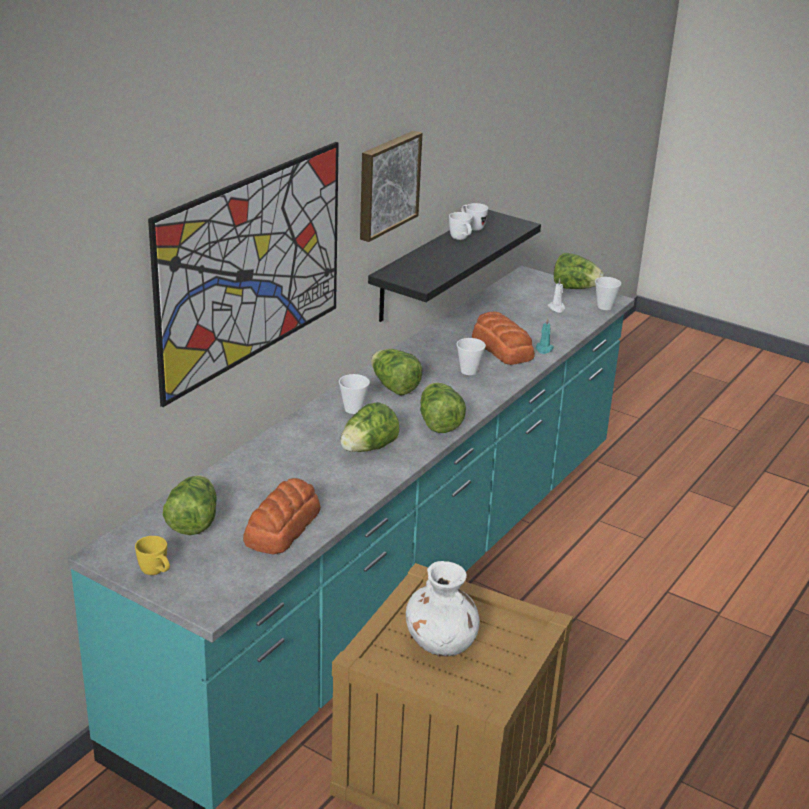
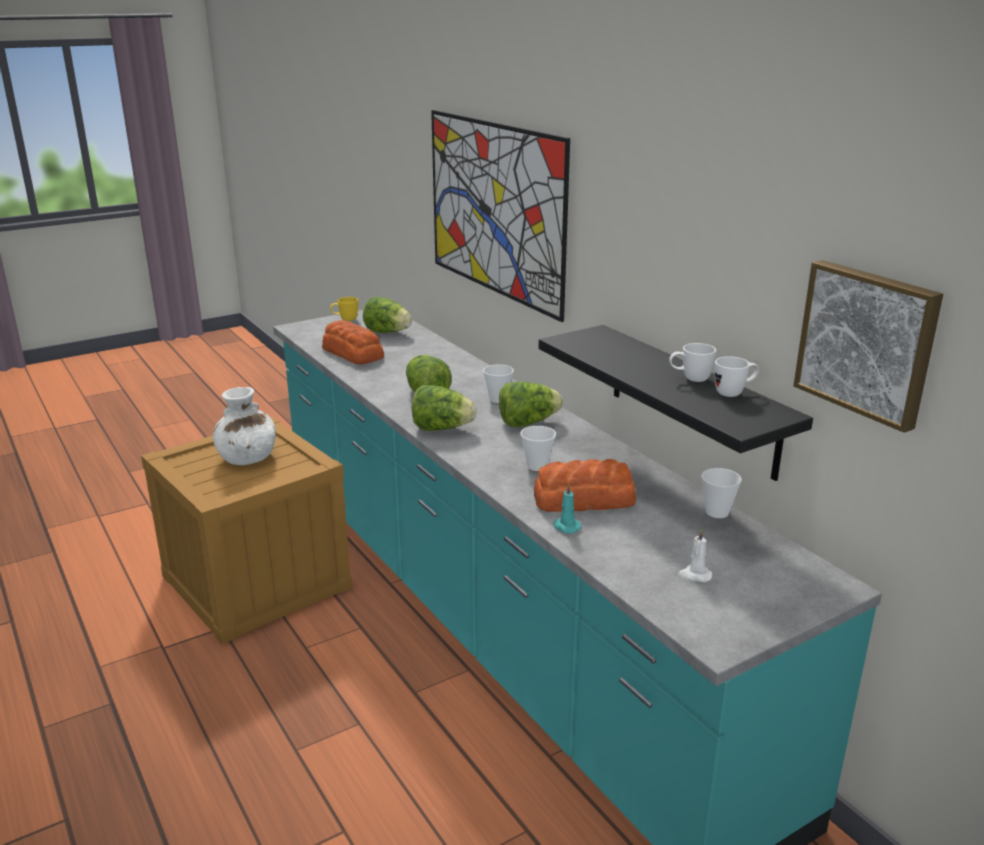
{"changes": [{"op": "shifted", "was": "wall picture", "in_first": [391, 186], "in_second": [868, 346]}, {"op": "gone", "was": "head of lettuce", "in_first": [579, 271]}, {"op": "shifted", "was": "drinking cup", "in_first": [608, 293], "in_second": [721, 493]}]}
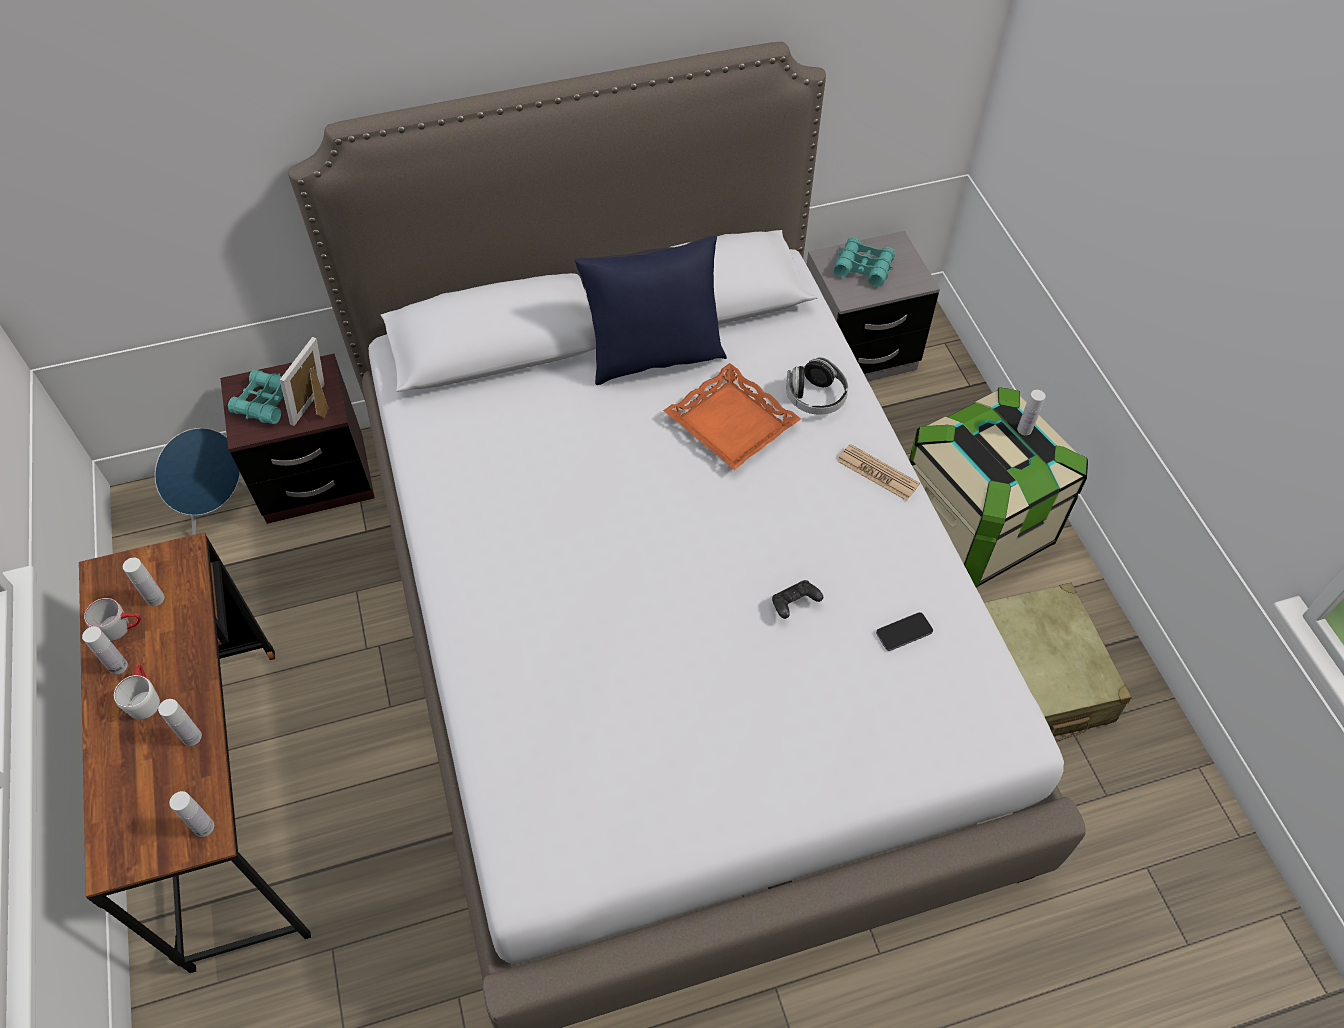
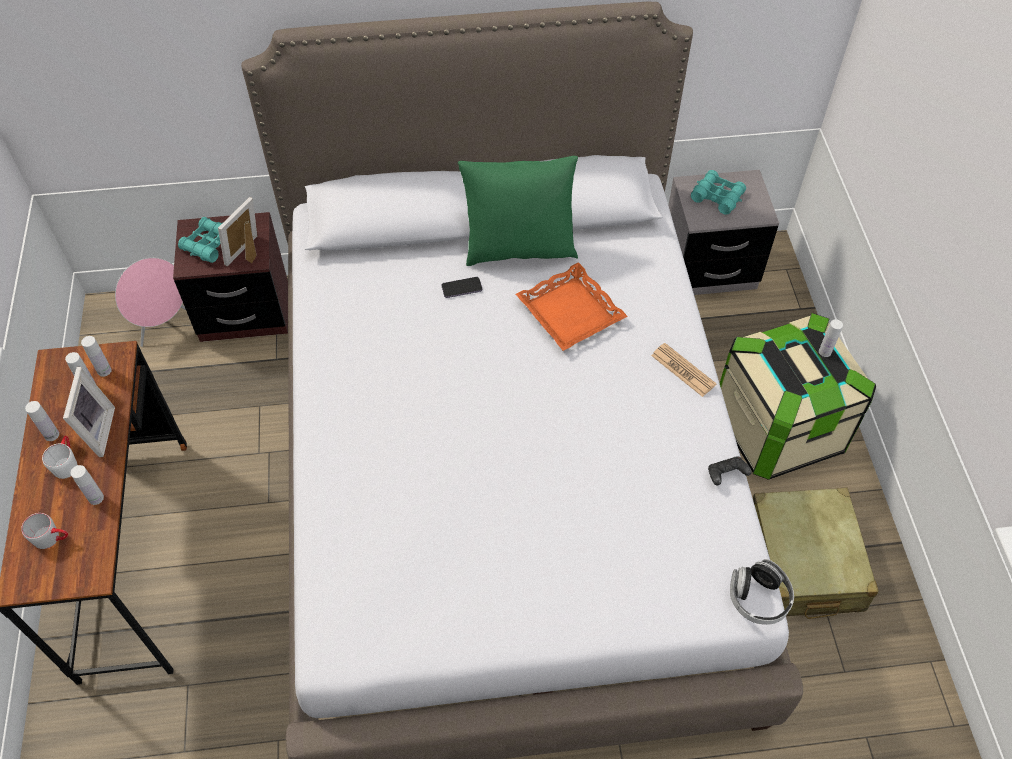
{"changes": [{"op": "shifted", "was": "mug in gray", "in_first": [112, 619], "in_second": [44, 531]}, {"op": "repainted", "was": "audio speaker in bluish", "now": "audio speaker in pink-coloured", "in_first": [202, 481], "in_second": [150, 302]}, {"op": "shifted", "was": "bottle in white", "in_first": [191, 814], "in_second": [96, 356]}, {"op": "repainted", "was": "cushion in bluish", "now": "cushion in green", "in_first": [651, 310], "in_second": [518, 211]}, {"op": "shifted", "was": "game controller in black", "in_first": [797, 599], "in_second": [730, 470]}, {"op": "shifted", "was": "headset", "in_first": [817, 386], "in_second": [762, 592]}, {"op": "shifted", "was": "phone", "in_first": [904, 631], "in_second": [461, 287]}, {"op": "new", "now": "picture frame", "in_second": [89, 412]}]}
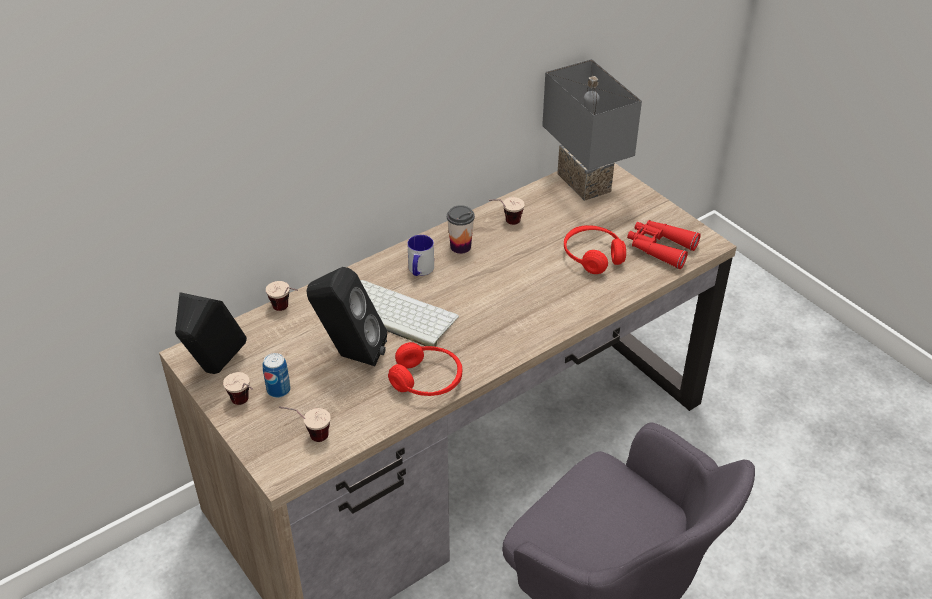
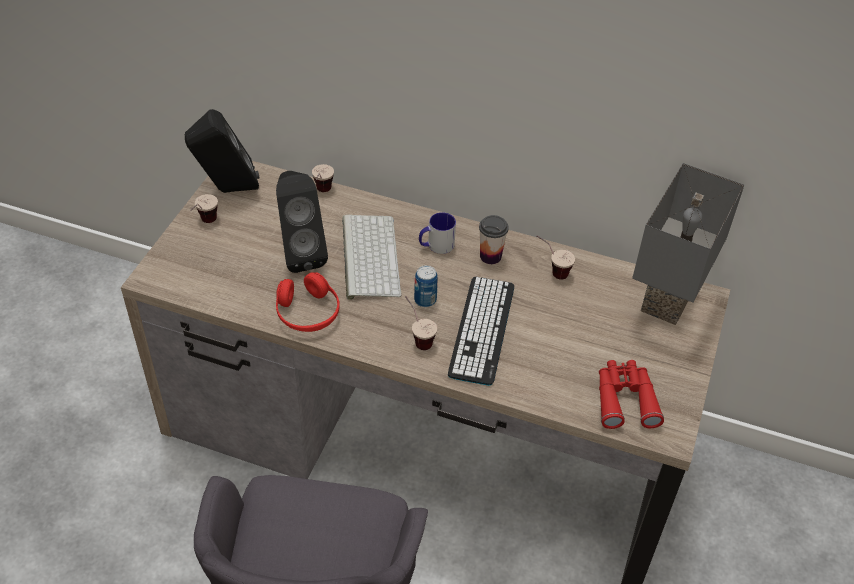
{"changes": [{"op": "shifted", "was": "metal can", "in_first": [277, 375], "in_second": [426, 286]}, {"op": "shifted", "was": "drinking cup", "in_first": [305, 424], "in_second": [421, 323]}, {"op": "gone", "was": "headset in red", "in_first": [595, 249]}, {"op": "new", "now": "PC keyboard", "in_second": [481, 331]}]}
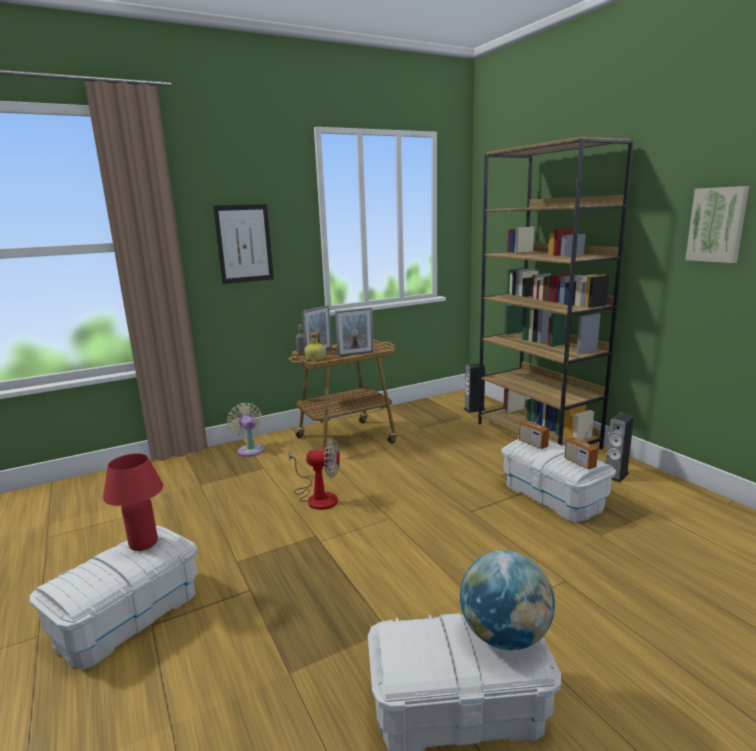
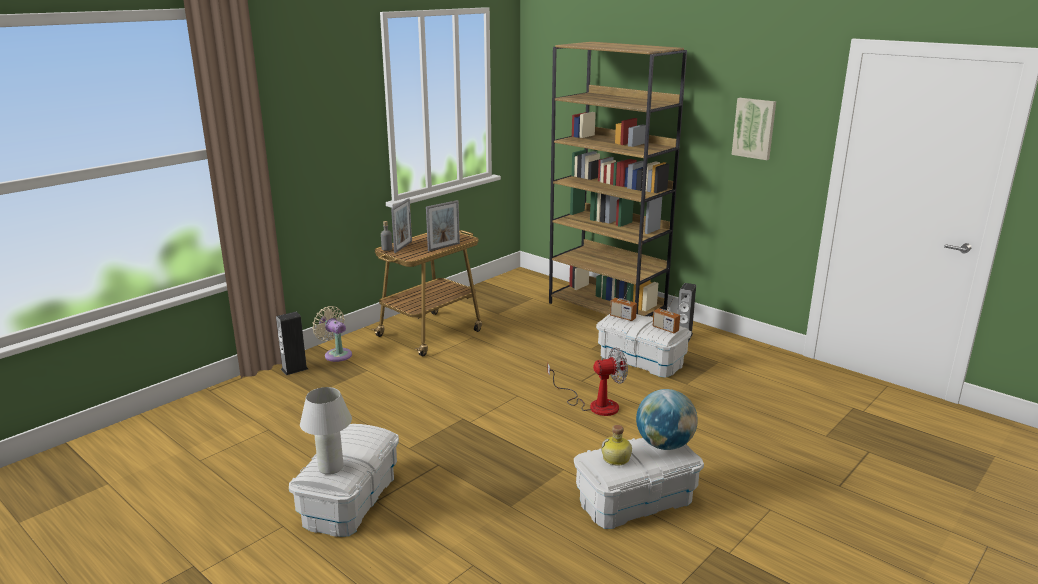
{"changes": [{"op": "gone", "was": "lamp for a table in red", "in_first": [133, 502]}, {"op": "gone", "was": "wall picture", "in_first": [243, 244]}, {"op": "shifted", "was": "cooling fan", "in_first": [314, 474], "in_second": [587, 381]}, {"op": "shifted", "was": "bottle", "in_first": [315, 346], "in_second": [616, 445]}, {"op": "shifted", "was": "audio speaker", "in_first": [475, 388], "in_second": [292, 343]}, {"op": "new", "now": "lamp for a table in white", "in_second": [326, 431]}]}
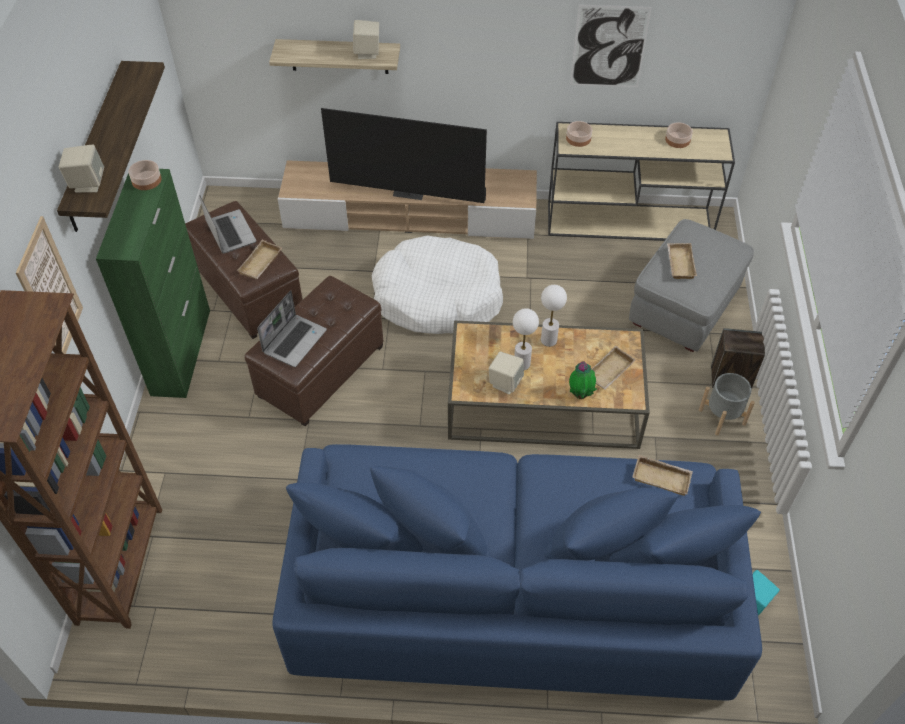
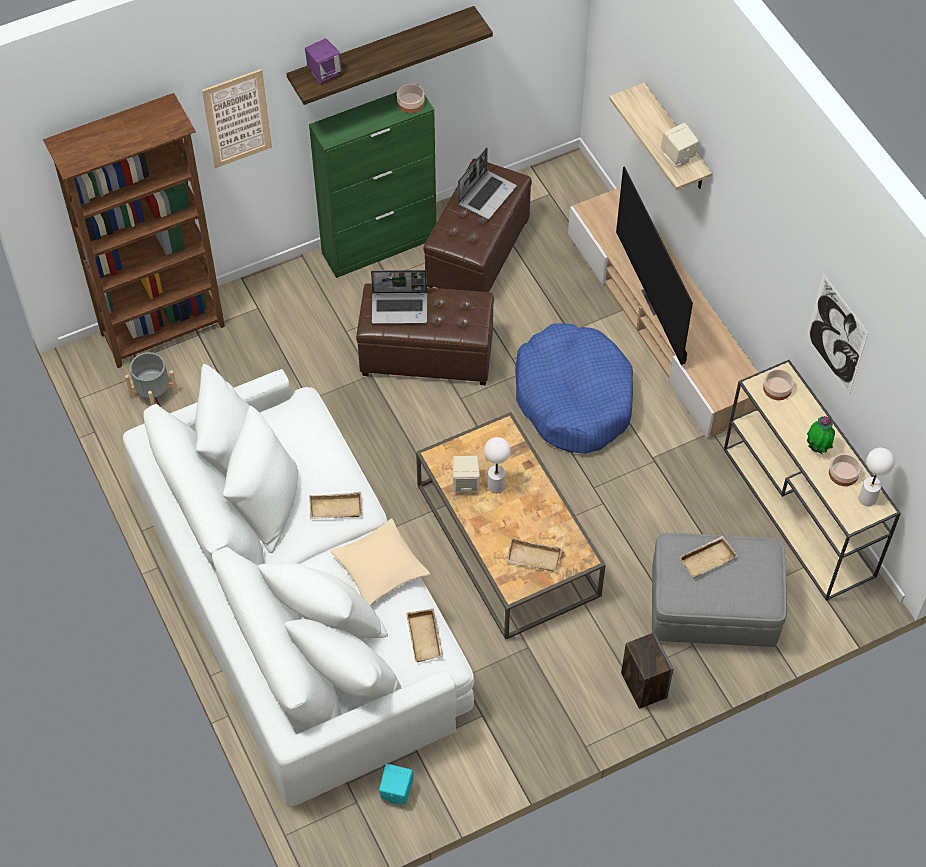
{"changes": [{"op": "repainted", "was": "audio speaker in sand-coloured", "now": "audio speaker in purple-coloured", "in_first": [81, 169], "in_second": [323, 61]}, {"op": "shifted", "was": "carrying tray in sand-coloured", "in_first": [259, 259], "in_second": [335, 505]}, {"op": "repainted", "was": "settee in bluish", "now": "settee in white", "in_first": [517, 572], "in_second": [298, 585]}, {"op": "repainted", "was": "dog bed in white", "now": "dog bed in bluish", "in_first": [437, 285], "in_second": [574, 388]}, {"op": "shifted", "was": "lamp for a table in white", "in_first": [554, 316], "in_second": [877, 477]}, {"op": "shifted", "was": "plant in a pot", "in_first": [583, 380], "in_second": [820, 435]}, {"op": "shifted", "was": "flower pot in gray", "in_first": [727, 404], "in_second": [151, 379]}, {"op": "new", "now": "cushion in sand-coloured", "in_second": [380, 562]}]}
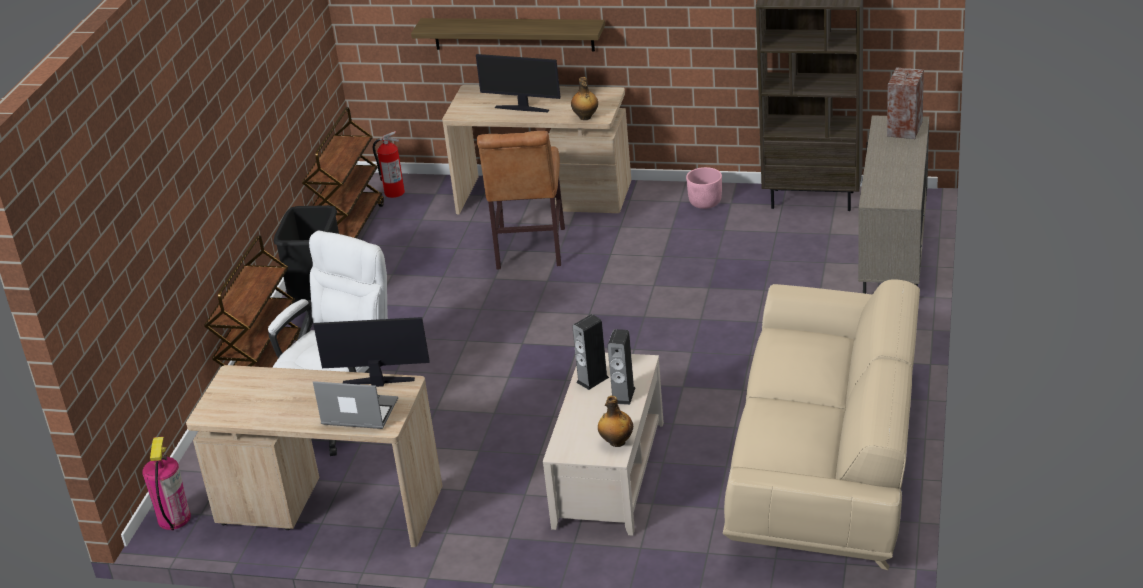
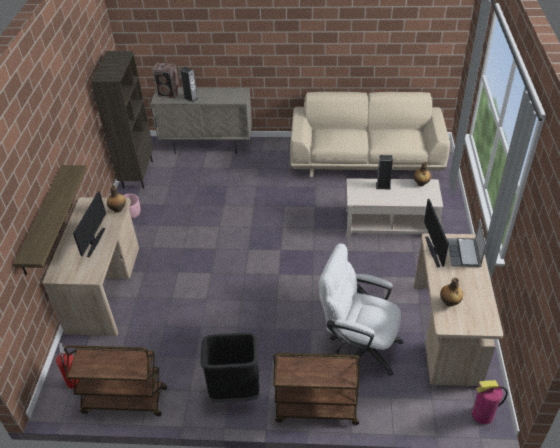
{"changes": [{"op": "gone", "was": "upright chair in brown", "in_first": [521, 200]}, {"op": "shifted", "was": "audio speaker", "in_first": [590, 352], "in_second": [189, 84]}, {"op": "new", "now": "bottle", "in_second": [451, 292]}]}
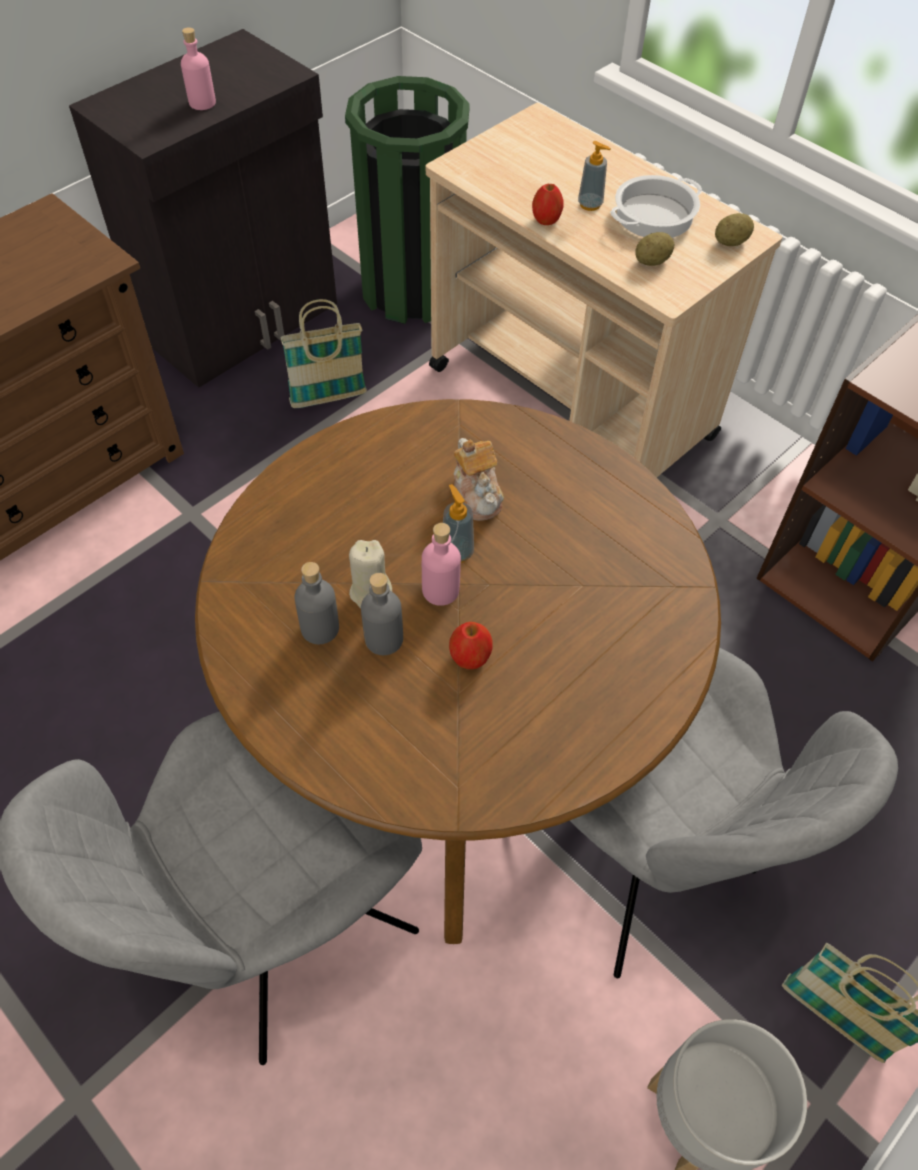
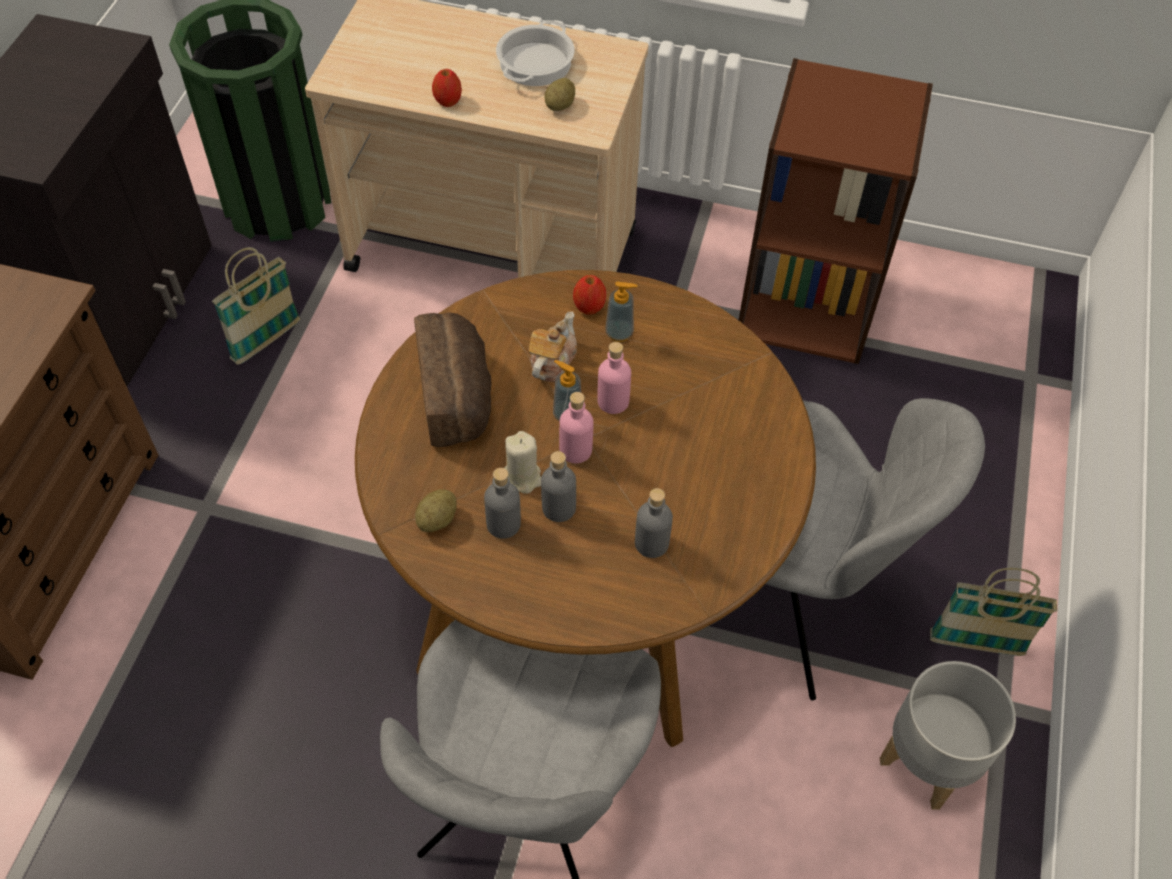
{"changes": [{"op": "shifted", "was": "bottle in pink-coloured", "in_first": [198, 68], "in_second": [614, 378]}, {"op": "shifted", "was": "apple", "in_first": [471, 645], "in_second": [589, 295]}, {"op": "rotated", "was": "pot for tea", "in_first": [478, 479], "in_second": [553, 346], "clockwise": -105}, {"op": "shifted", "was": "soap dispenser", "in_first": [594, 176], "in_second": [621, 311]}, {"op": "shifted", "was": "potato", "in_first": [734, 229], "in_second": [436, 510]}, {"op": "new", "now": "baked bread", "in_second": [452, 379]}, {"op": "new", "now": "bottle in gray", "in_second": [654, 523]}]}
